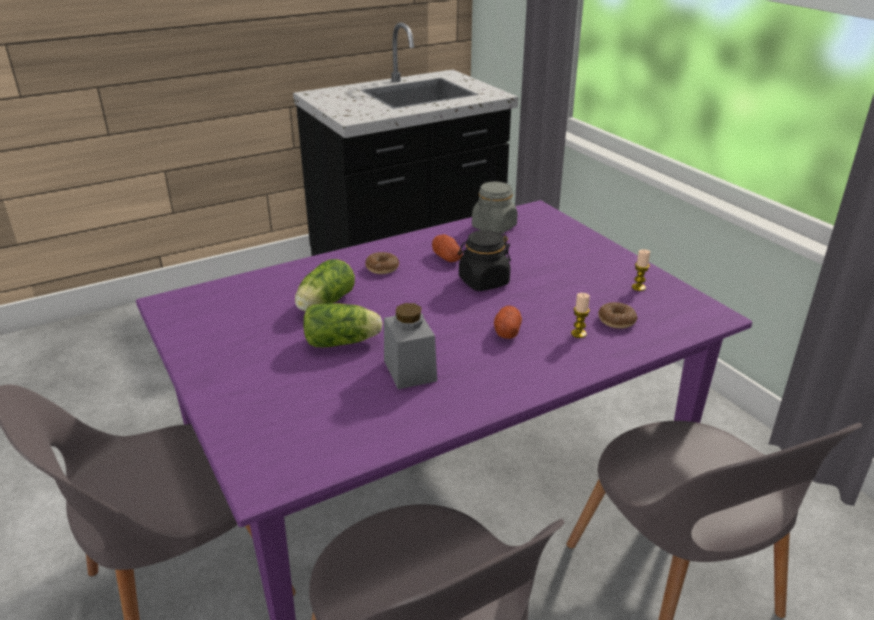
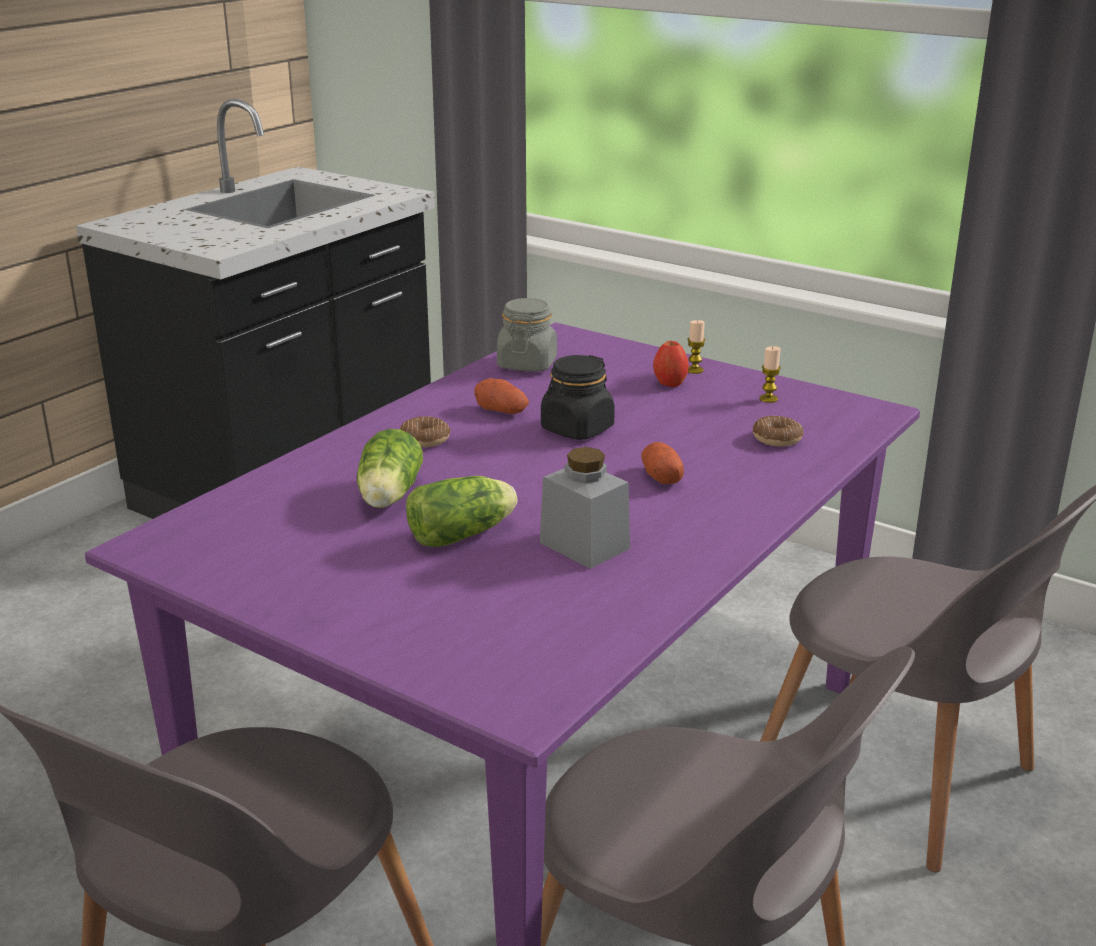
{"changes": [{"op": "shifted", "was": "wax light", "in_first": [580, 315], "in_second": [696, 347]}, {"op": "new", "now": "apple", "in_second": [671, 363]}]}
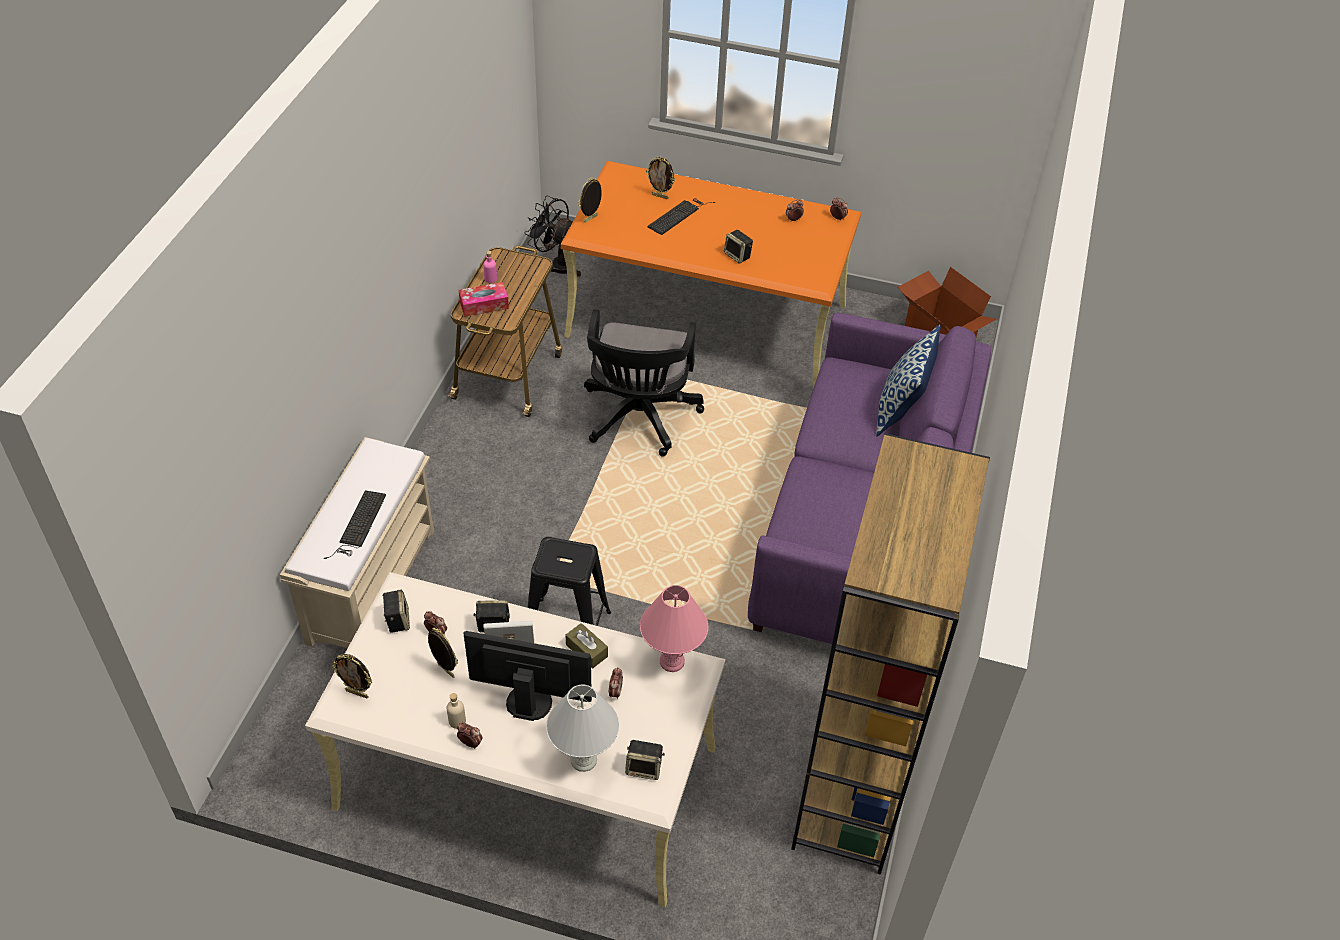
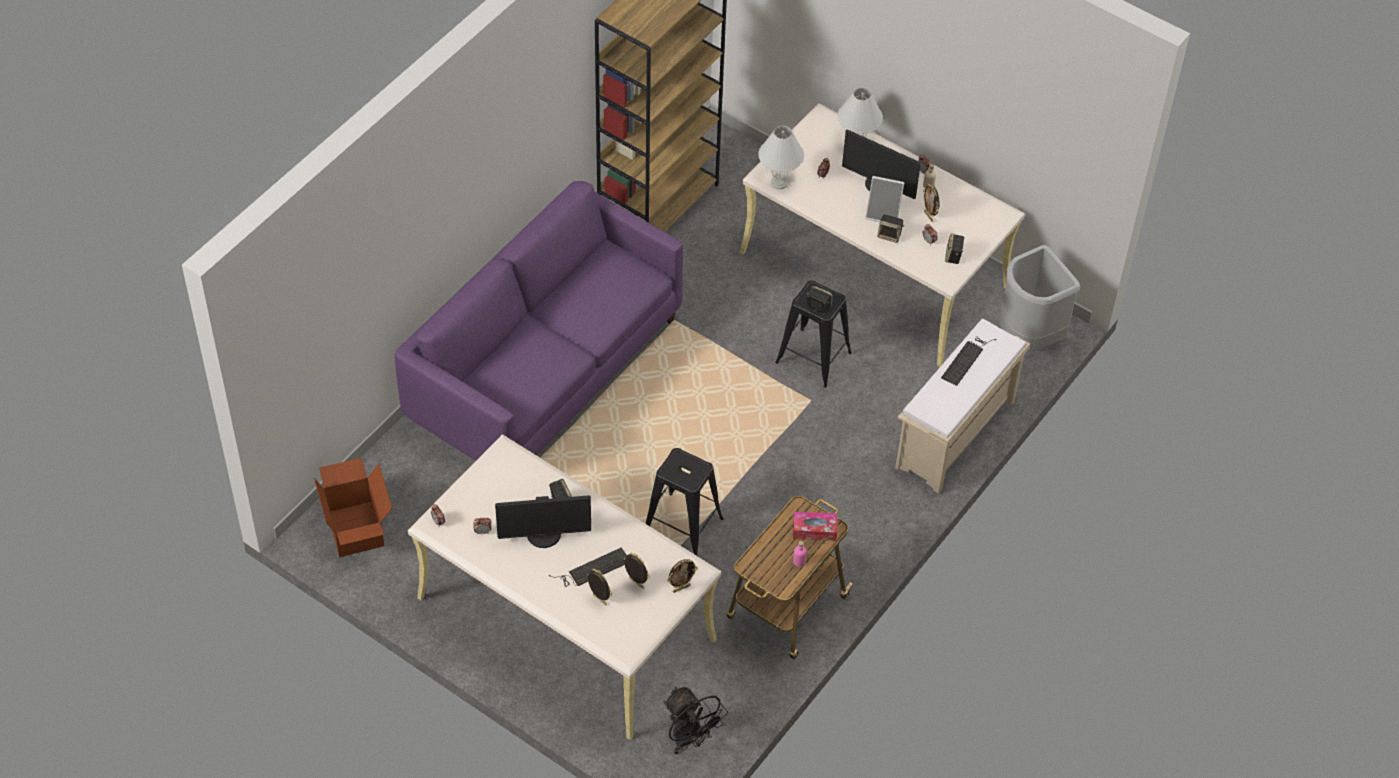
{"changes": [{"op": "shifted", "was": "picture frame", "in_first": [352, 676], "in_second": [637, 571]}, {"op": "repainted", "was": "desk unit in orange", "now": "desk unit in sand-coloured", "in_first": [711, 274], "in_second": [564, 587]}, {"op": "gone", "was": "tissue box in brown", "in_first": [587, 646]}, {"op": "swapped", "was": "office chair in black", "now": "sitting stool in black", "in_first": [644, 382], "in_second": [684, 502]}, {"op": "shifted", "was": "audio speaker", "in_first": [645, 760], "in_second": [819, 300]}, {"op": "repainted", "was": "lamp for a table in pink-coloured", "now": "lamp for a table in white", "in_first": [674, 628], "in_second": [781, 157]}, {"op": "gone", "was": "cushion", "in_first": [908, 380]}, {"op": "new", "now": "computer screen", "in_second": [543, 521]}, {"op": "new", "now": "waste bin in gray", "in_second": [1039, 298]}]}
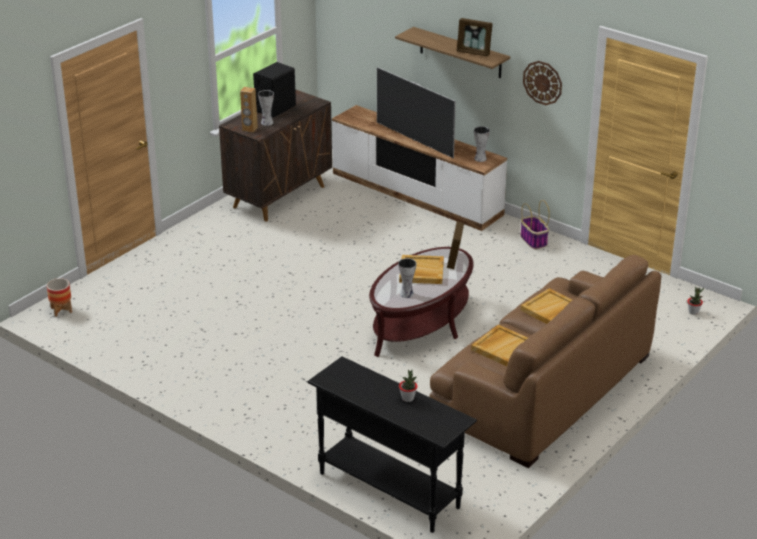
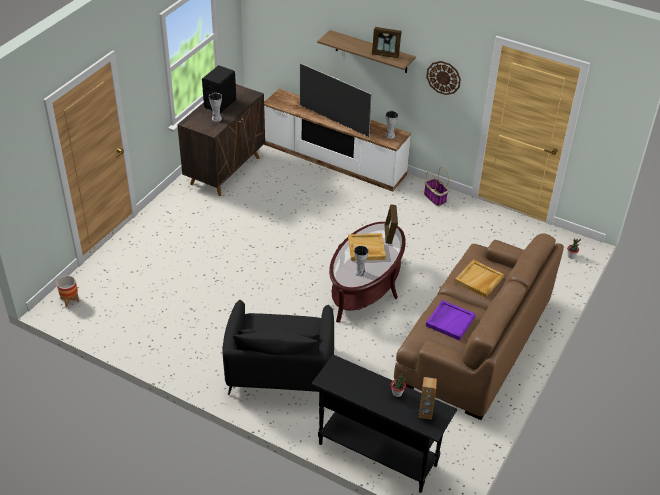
{"changes": [{"op": "shifted", "was": "audio speaker in brown", "in_first": [249, 110], "in_second": [427, 398]}, {"op": "repainted", "was": "carrying tray in sand-coloured", "now": "carrying tray in purple-coloured", "in_first": [499, 345], "in_second": [451, 320]}, {"op": "new", "now": "lounge chair in black", "in_second": [278, 347]}]}
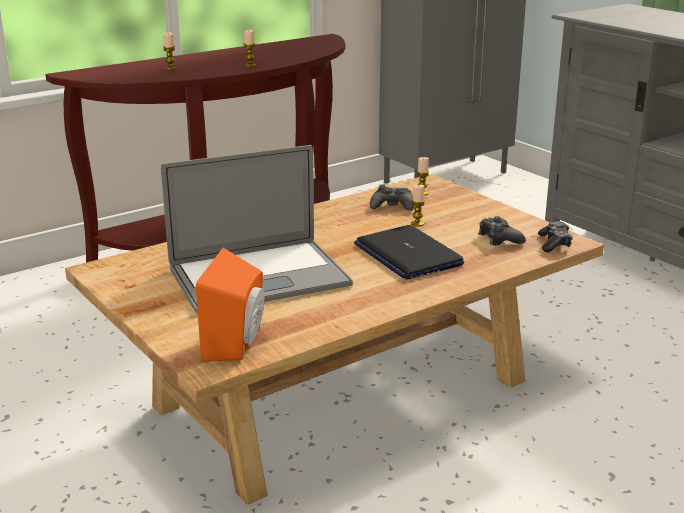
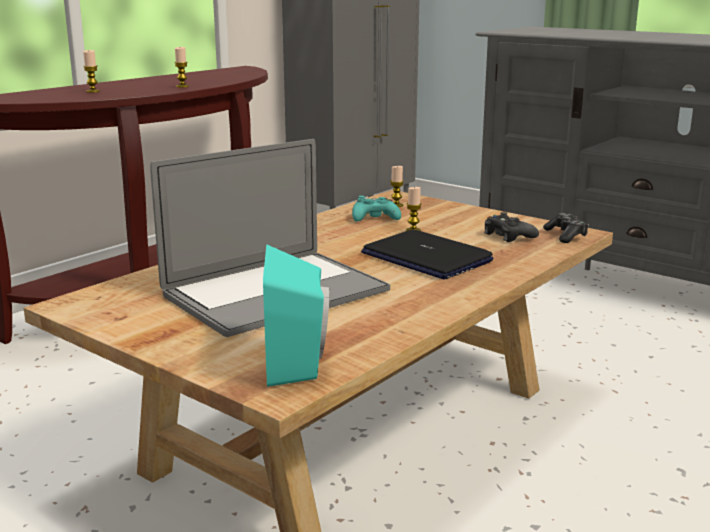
{"changes": [{"op": "repainted", "was": "audio speaker in orange", "now": "audio speaker in blue-green", "in_first": [230, 305], "in_second": [296, 315]}, {"op": "repainted", "was": "game controller in black", "now": "game controller in blue-green", "in_first": [392, 197], "in_second": [376, 209]}]}
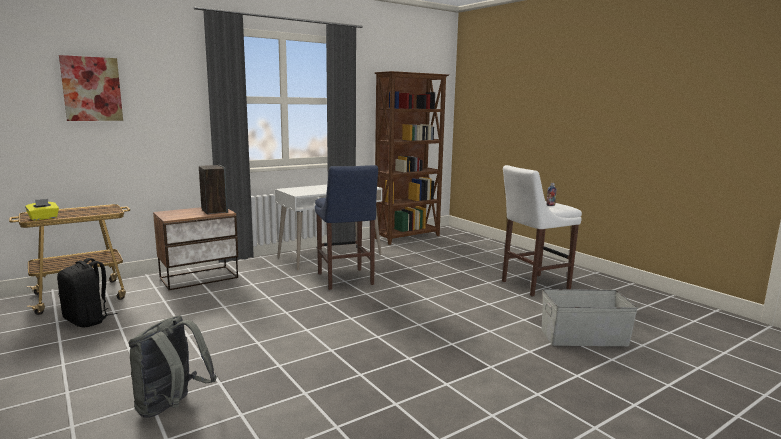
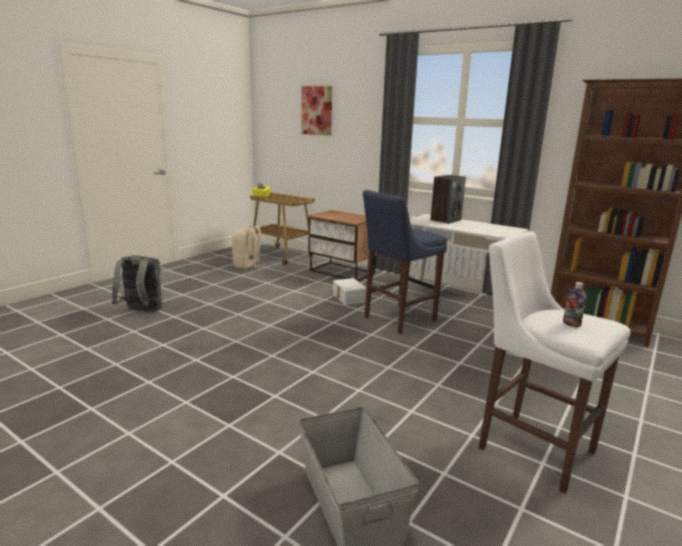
{"changes": [{"op": "repainted", "was": "backpack in black", "now": "backpack in sand-coloured", "in_first": [87, 293], "in_second": [249, 247]}, {"op": "shifted", "was": "audio speaker", "in_first": [213, 190], "in_second": [448, 199]}, {"op": "new", "now": "storage container in white", "in_second": [349, 291]}]}
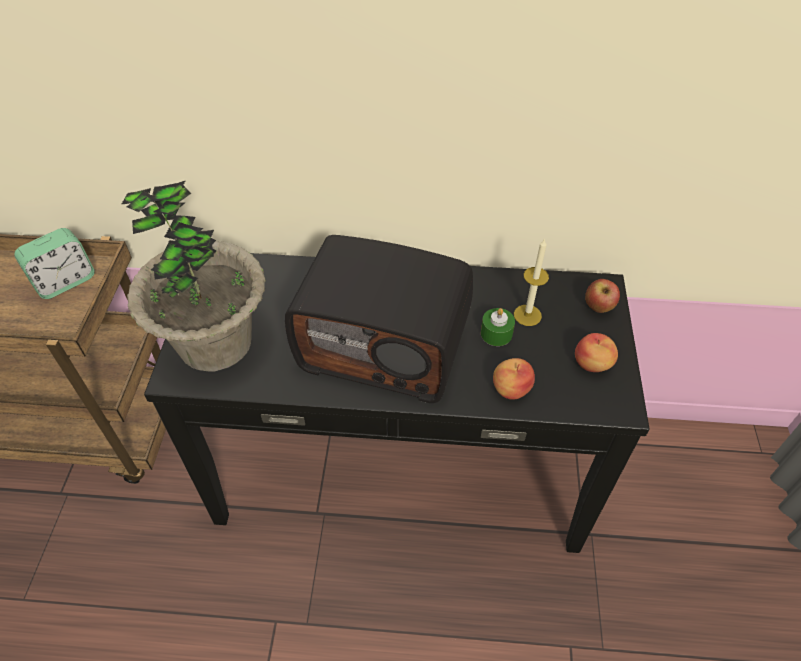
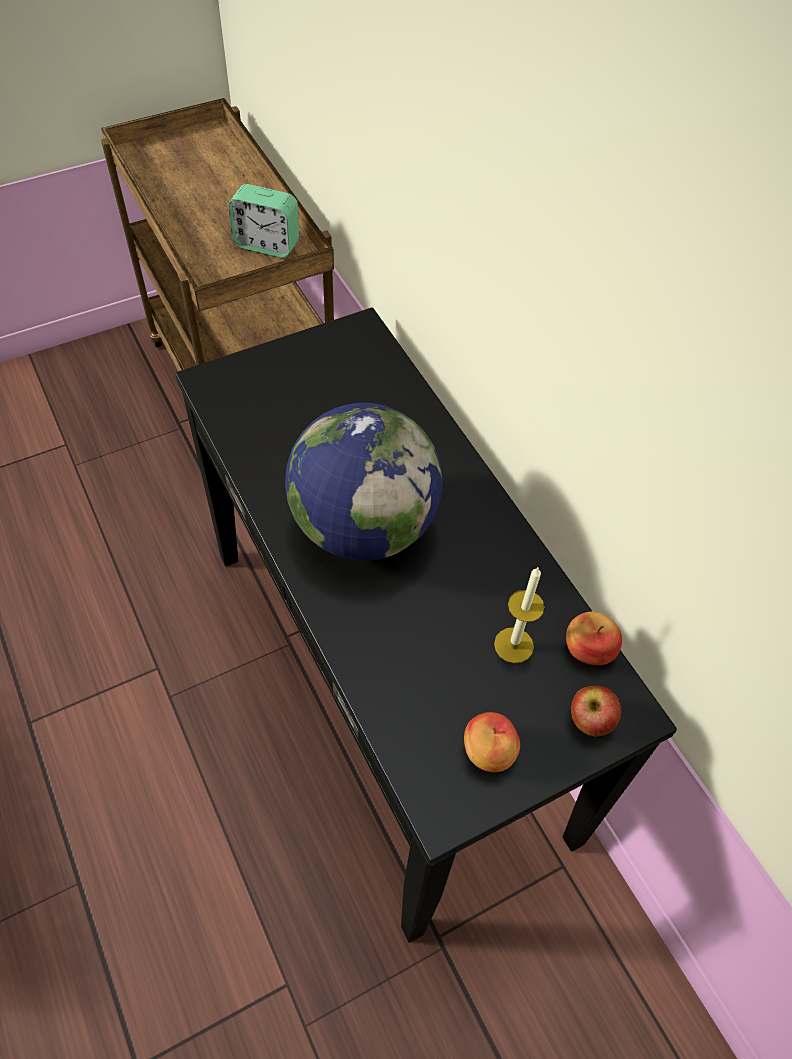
{"changes": [{"op": "gone", "was": "plant in a pot", "in_first": [193, 276]}, {"op": "swapped", "was": "radio set", "now": "world globe", "in_first": [379, 319], "in_second": [363, 482]}, {"op": "gone", "was": "wax light in green", "in_first": [498, 327]}, {"op": "shifted", "was": "apple", "in_first": [514, 379], "in_second": [594, 639]}]}
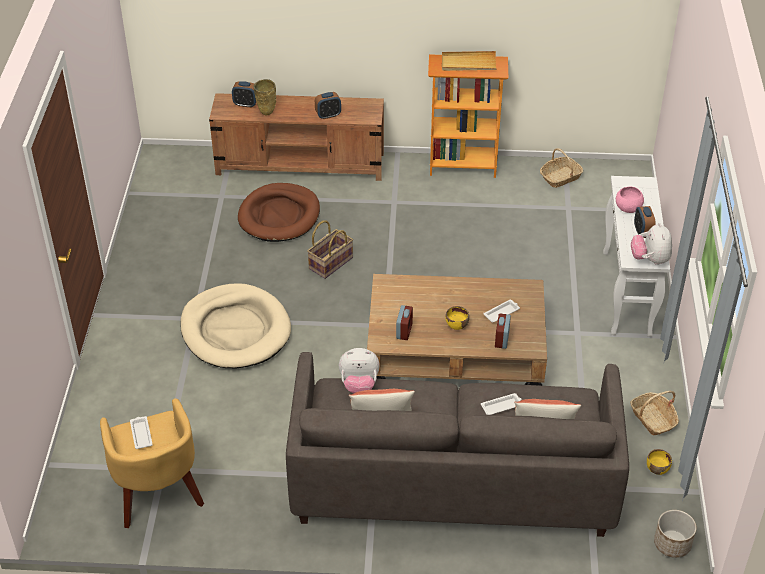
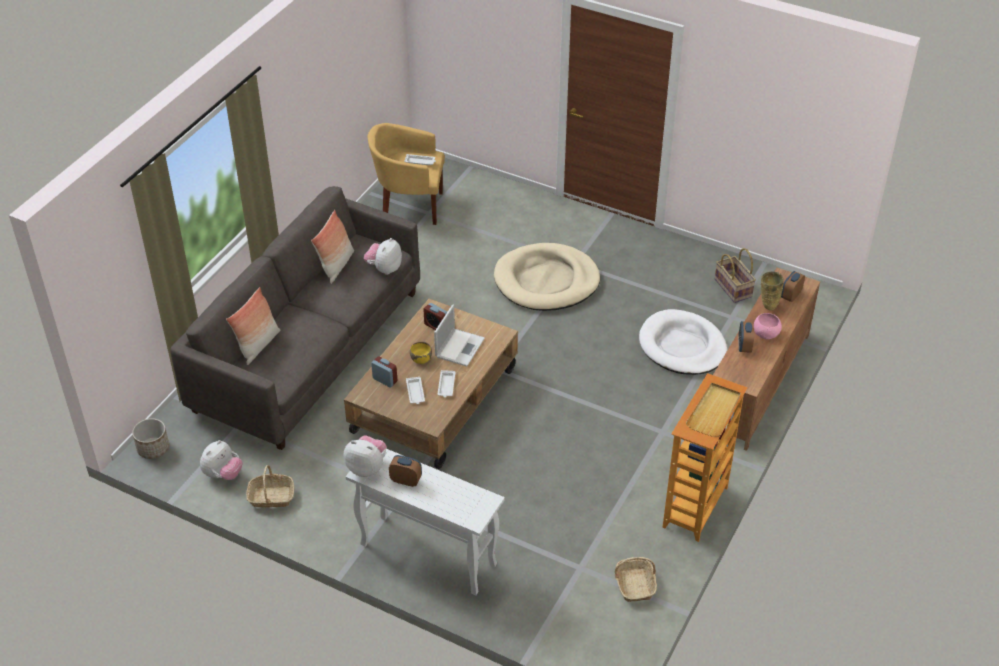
{"changes": [{"op": "repainted", "was": "dog bed in brown", "now": "dog bed in white", "in_first": [279, 212], "in_second": [683, 342]}, {"op": "shifted", "was": "basket", "in_first": [330, 249], "in_second": [735, 275]}, {"op": "shifted", "was": "carrying tray in white", "in_first": [501, 404], "in_second": [447, 384]}, {"op": "shifted", "was": "serving bowl in pink-coloured", "in_first": [630, 200], "in_second": [768, 326]}, {"op": "swapped", "was": "serving bowl in yellow-coloured", "now": "soft toy", "in_first": [659, 462], "in_second": [221, 460]}, {"op": "new", "now": "portable computer", "in_second": [459, 336]}]}
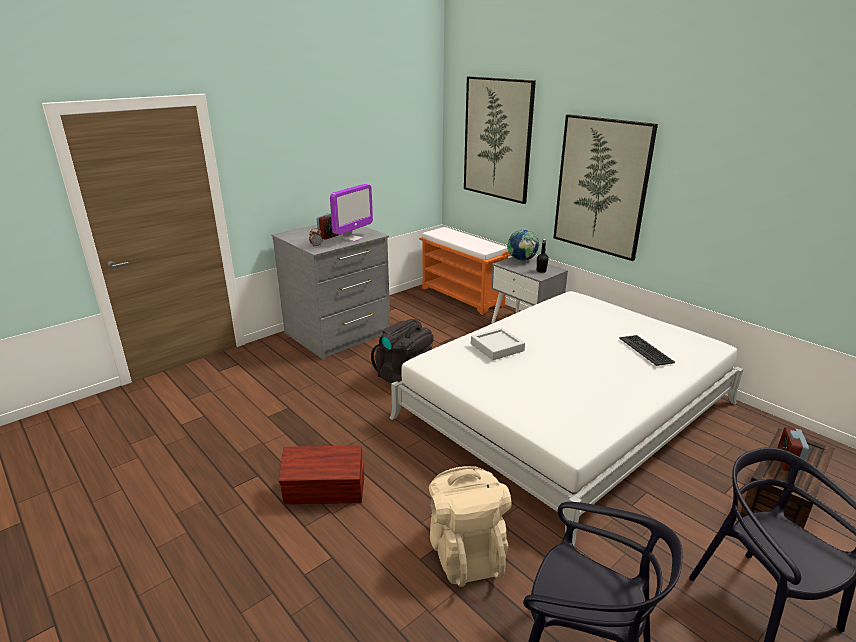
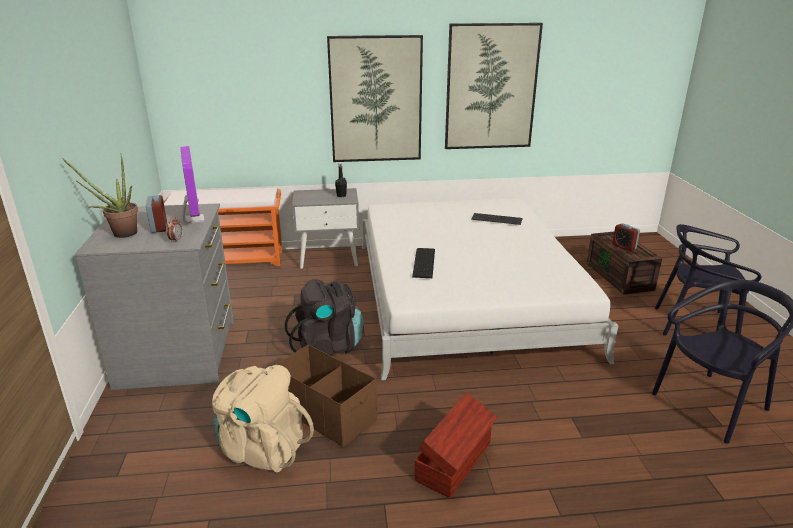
{"changes": [{"op": "shifted", "was": "backpack in sand-coloured", "in_first": [470, 526], "in_second": [263, 418]}, {"op": "shifted", "was": "wall picture", "in_first": [500, 140], "in_second": [494, 86]}, {"op": "swapped", "was": "carrying tray in gray", "now": "PC keyboard", "in_first": [498, 344], "in_second": [423, 263]}, {"op": "gone", "was": "world globe", "in_first": [523, 245]}, {"op": "new", "now": "plant in a pot", "in_second": [100, 195]}, {"op": "new", "now": "storage container in brown", "in_second": [326, 396]}]}
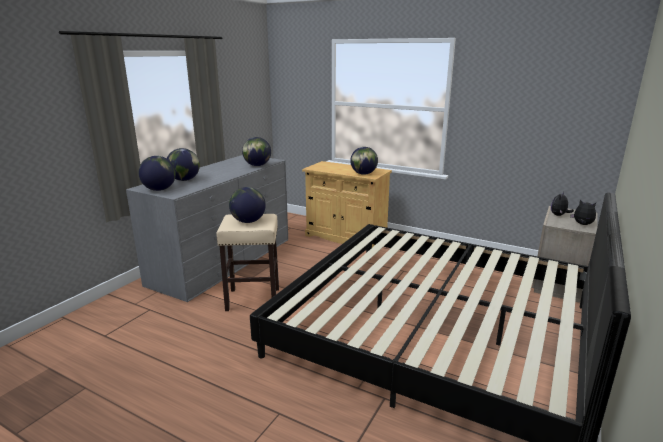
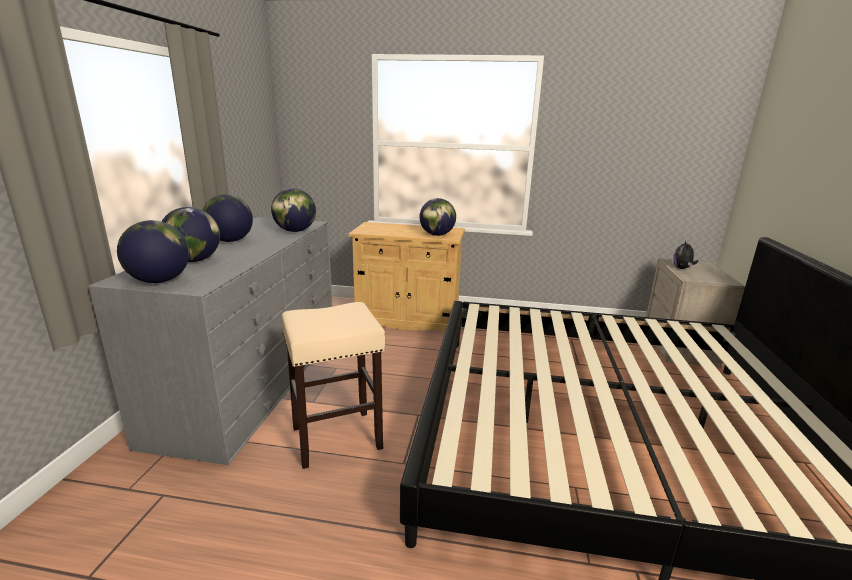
{"changes": [{"op": "shifted", "was": "world globe", "in_first": [247, 205], "in_second": [228, 218]}, {"op": "gone", "was": "soft toy", "in_first": [583, 212]}]}
